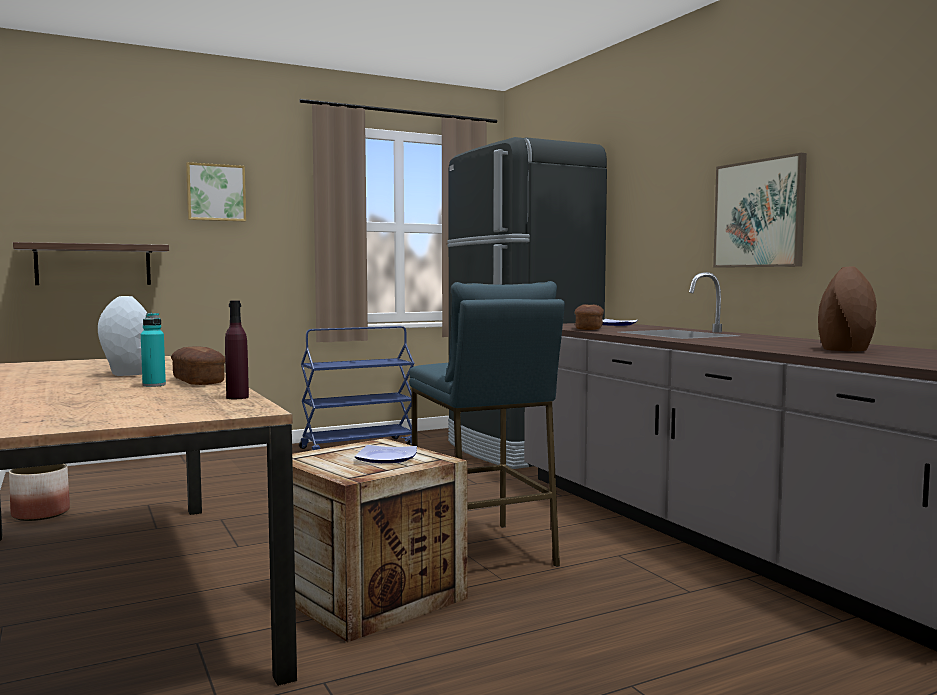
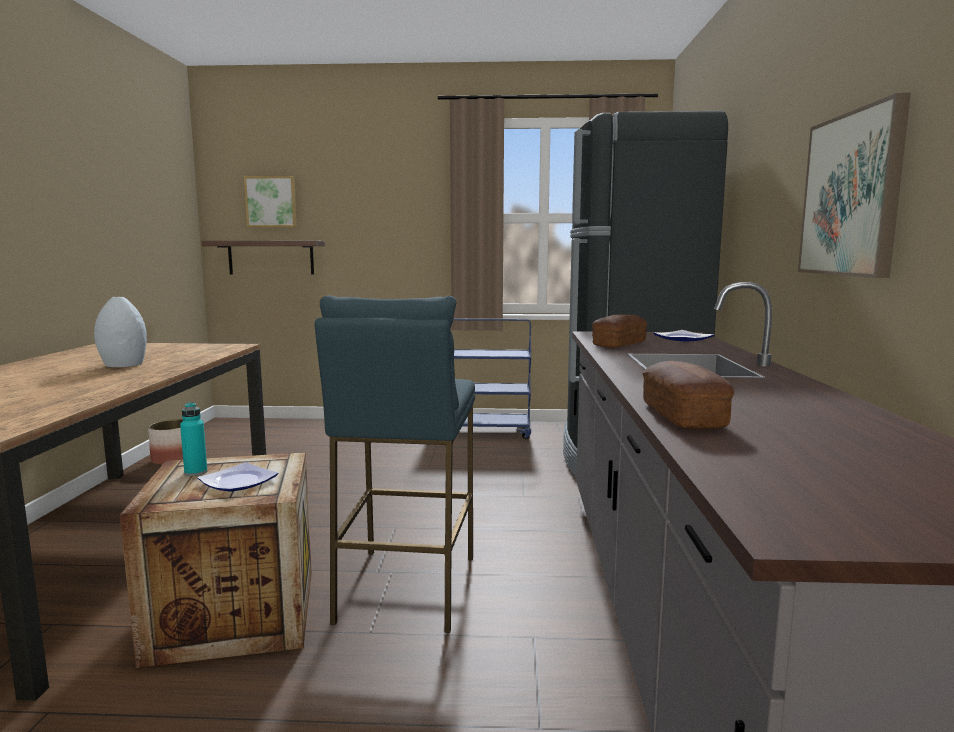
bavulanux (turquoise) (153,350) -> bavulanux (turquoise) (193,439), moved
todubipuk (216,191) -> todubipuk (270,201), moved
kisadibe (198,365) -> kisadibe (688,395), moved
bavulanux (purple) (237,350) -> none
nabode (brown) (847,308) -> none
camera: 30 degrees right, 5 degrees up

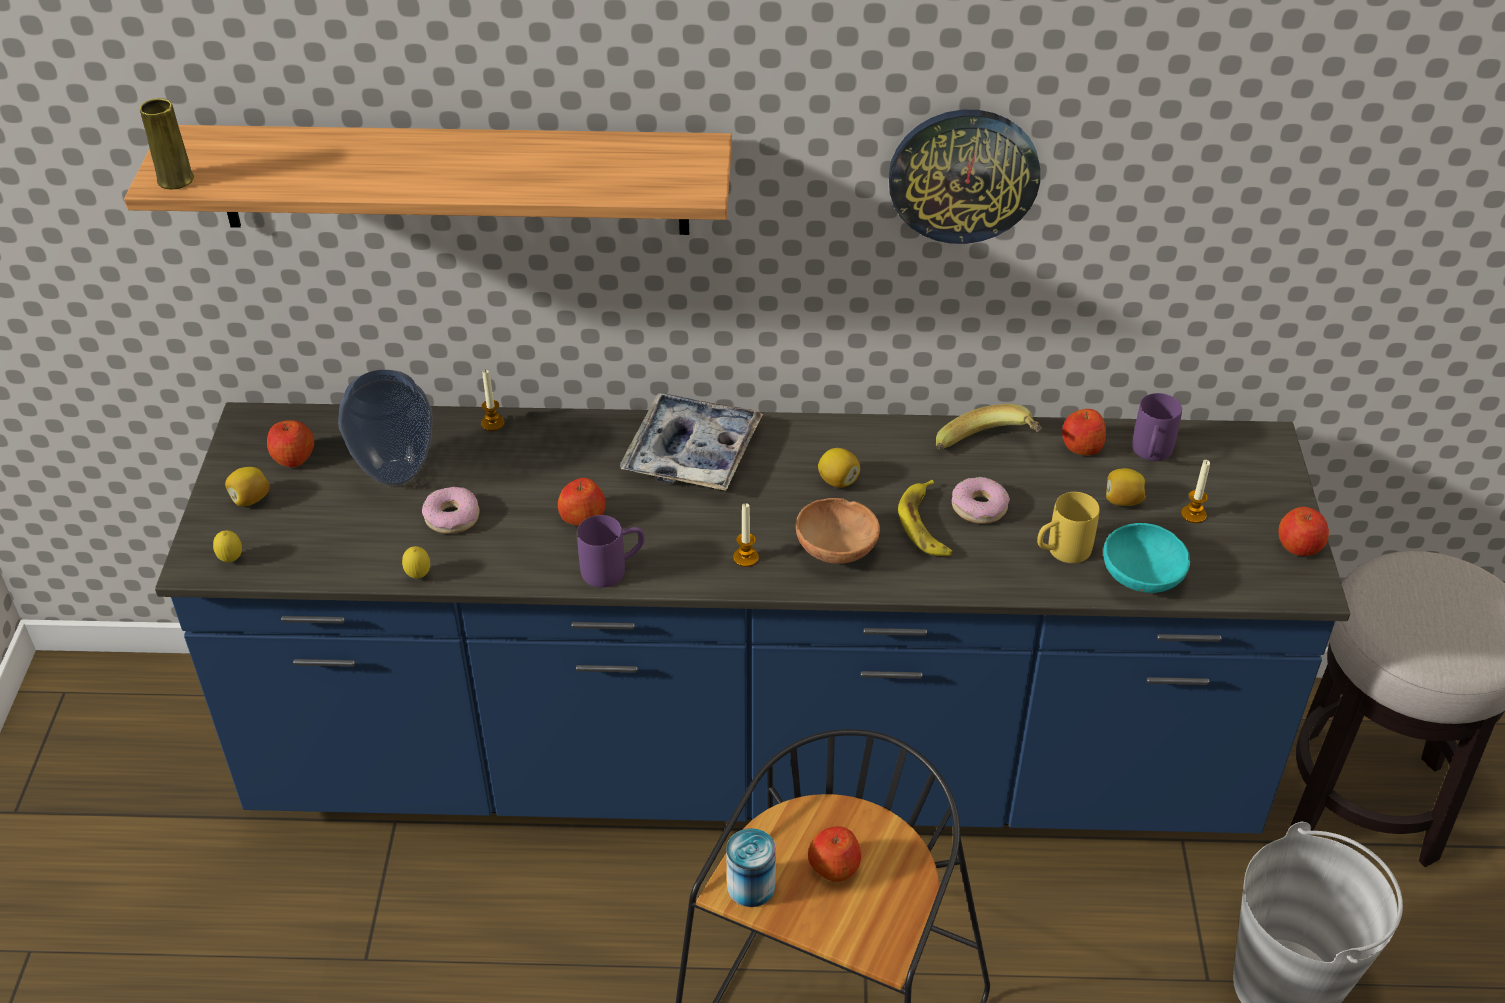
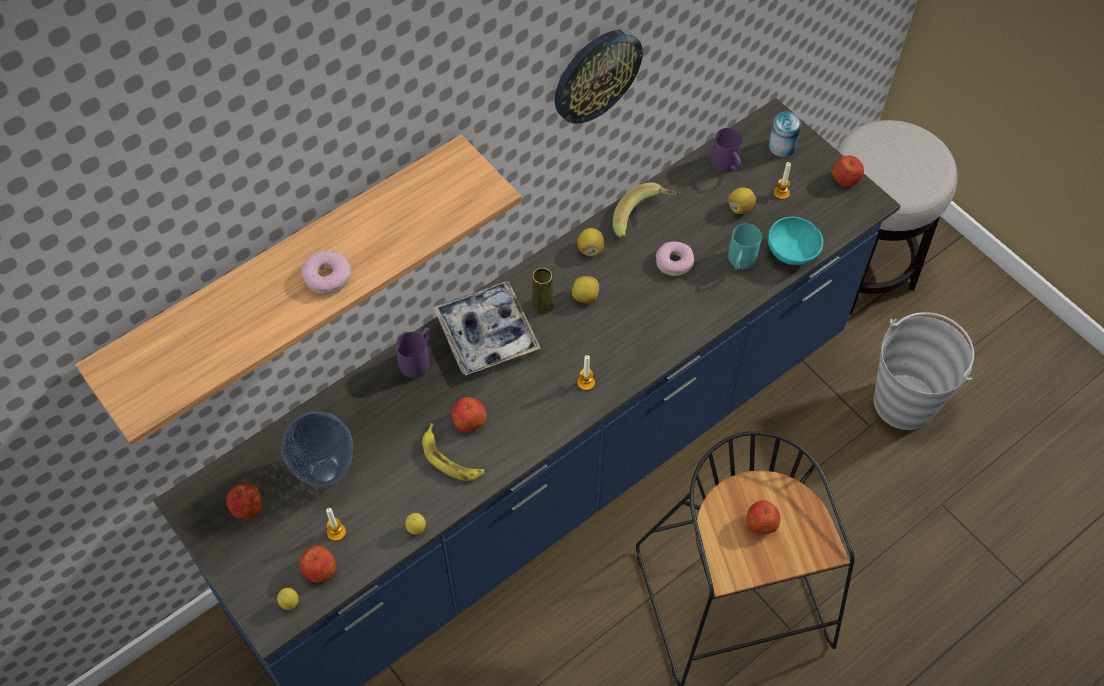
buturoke (1084,432) -> buturoke (318,564), moved
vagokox (451,510) -> vagokox (326,272), moved
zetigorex (493,400) -> zetigorex (336,524), moved
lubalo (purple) (610,551) -> lubalo (purple) (413,352), moved
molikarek (925,518) -> molikarek (453,452), moved
nabode (yellow) (167,143) -> nabode (yellow) (543,291), moved
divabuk (247,486) -> divabuk (590,242), moved
lubalo (yellow) (1068,527) -> lubalo (turquoise) (745,246)
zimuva (751,867) -> zimuva (785,134), moved
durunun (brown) (838,531) -> none
camera: 40 degrees left, 15 degrees up

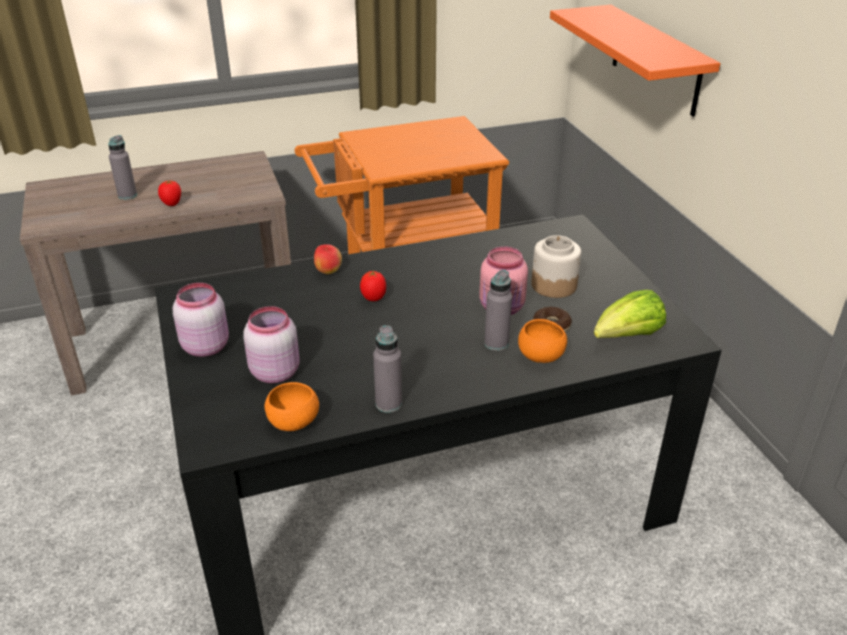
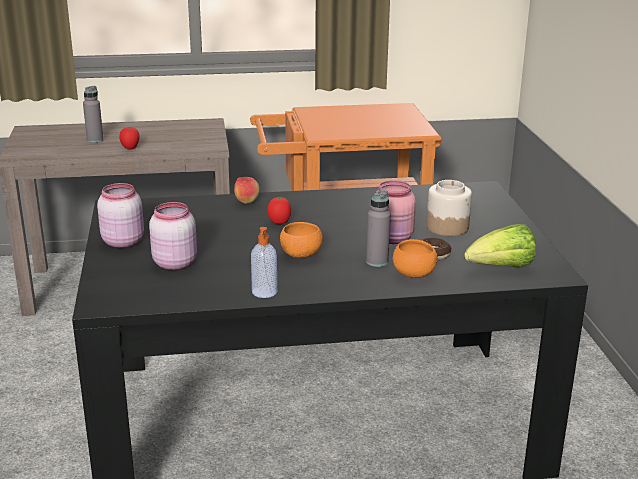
bavulanux (grey) (387,369) -> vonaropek (264,262)
durunun (orange) (292,406) -> durunun (orange) (301,240), moved
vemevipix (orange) (635,61) -> none
camera: 10 degrees right, 10 degrees down

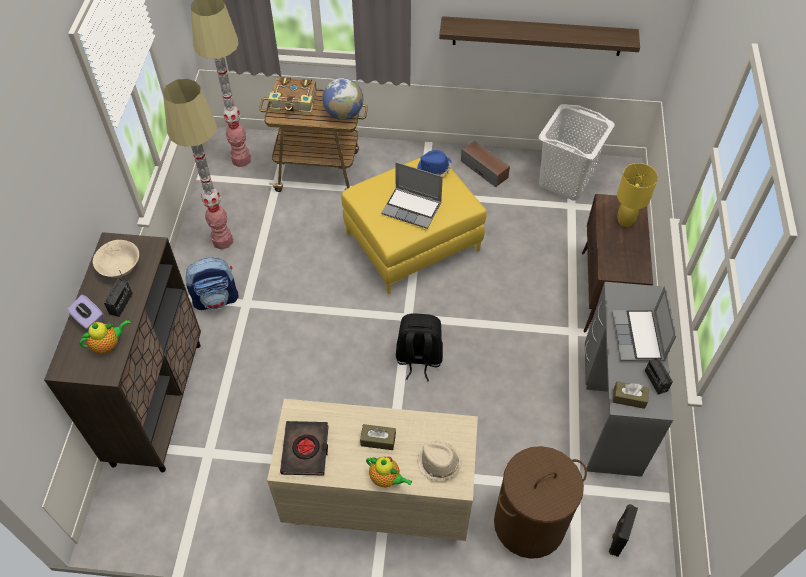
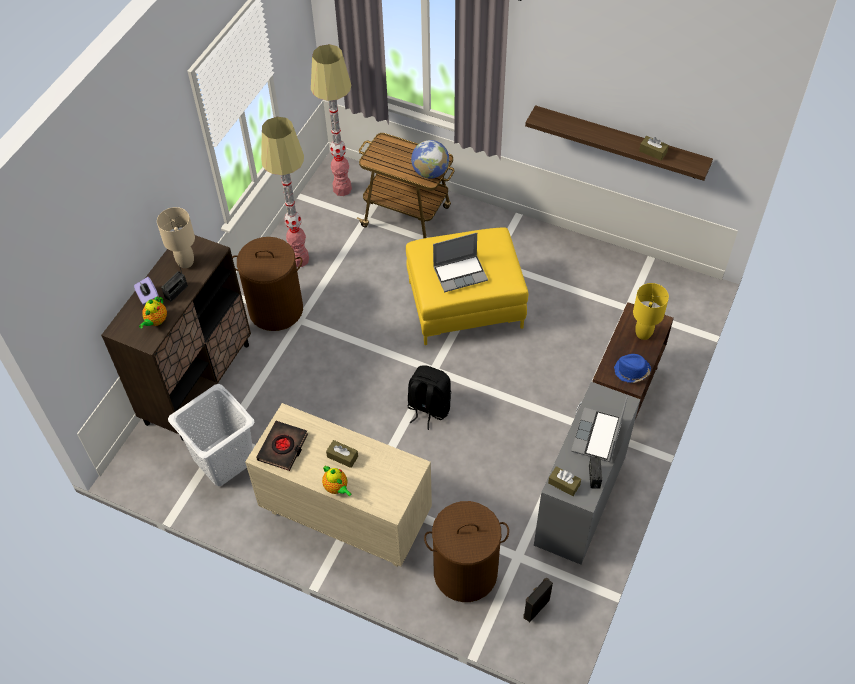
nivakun (105,337) -> nivakun (153,313), 120 degrees clockwise
durunun (beige) (116,259) -> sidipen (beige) (176,237)
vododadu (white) (577,152) -> vododadu (white) (211,435), moved
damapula (212,283) -> vododadu (brown) (267,284)
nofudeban (412,195) -> nofudeban (460,262), 60 degrees counterclockwise
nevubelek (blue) (434,163) -> nevubelek (blue) (632,368), moved
none -> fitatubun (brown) (654,148)
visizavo (292,95) -> none
nevubelek (beige) (439,461) -> none
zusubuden (485,164) -> none
camera: 20 degrees right, 0 degrees up

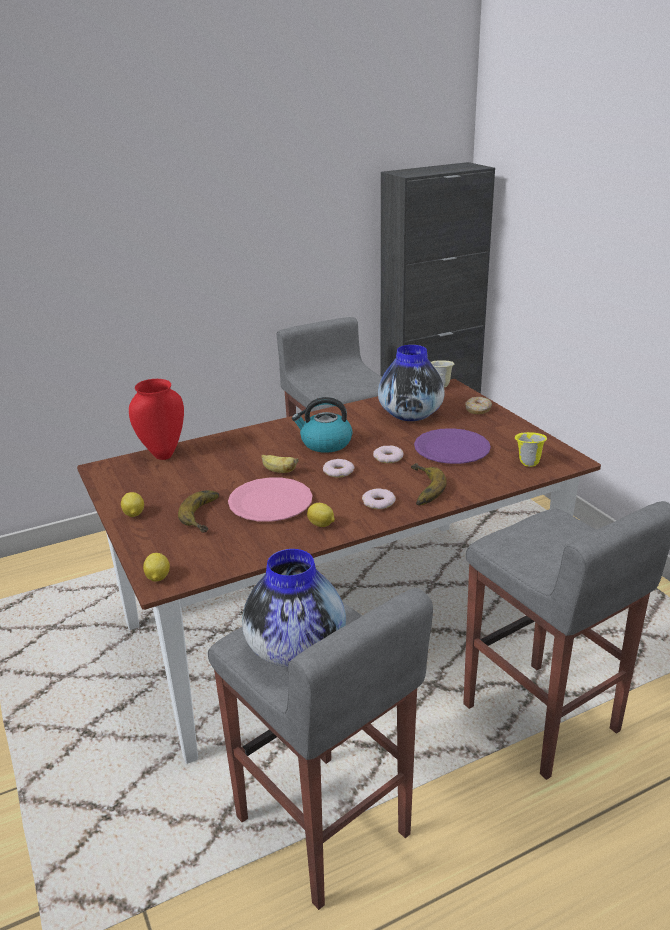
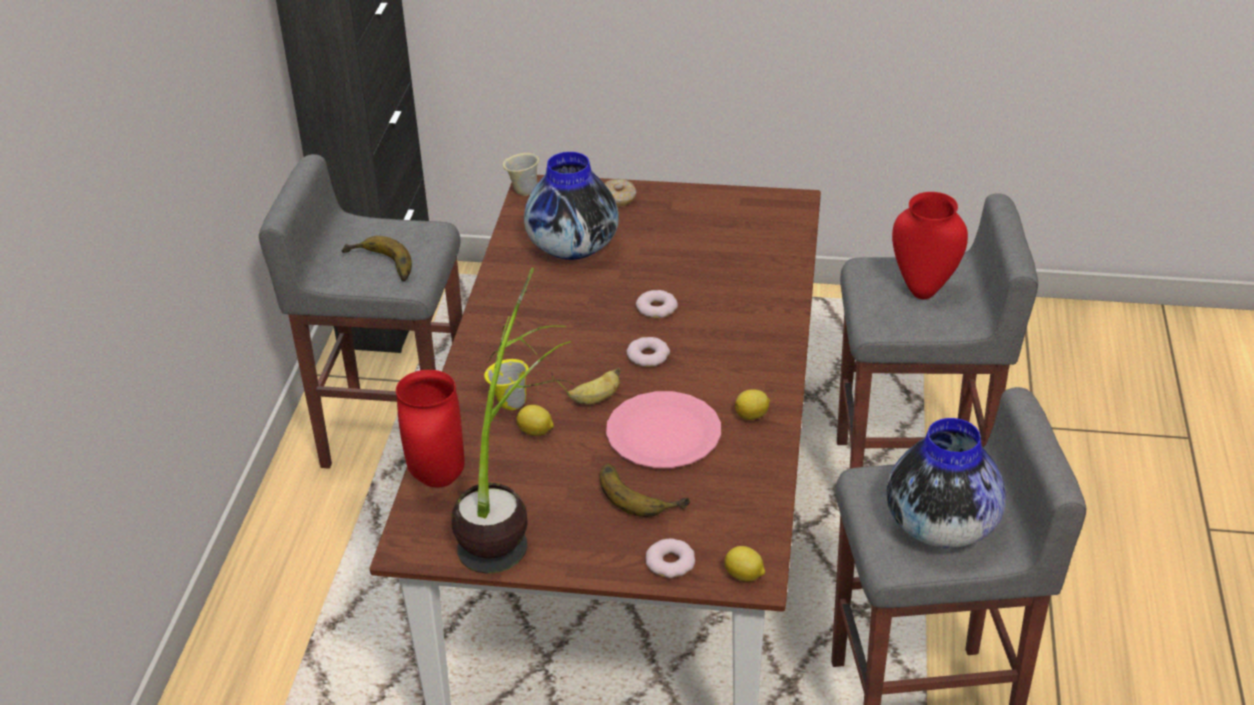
molikarek (429,484) -> molikarek (377,258), moved
none -> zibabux (512,420)
lubalo (yellow) (531,449) -> lubalo (yellow) (506,384), moved
divabuk (132,504) -> divabuk (535,420), moved
vagokox (379,498) -> vagokox (670,558), moved
none -> nabode (red) (930,245)
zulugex (322,425) -> none
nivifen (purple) (452,446) -> none
camera: 55 degrees left, 10 degrees up

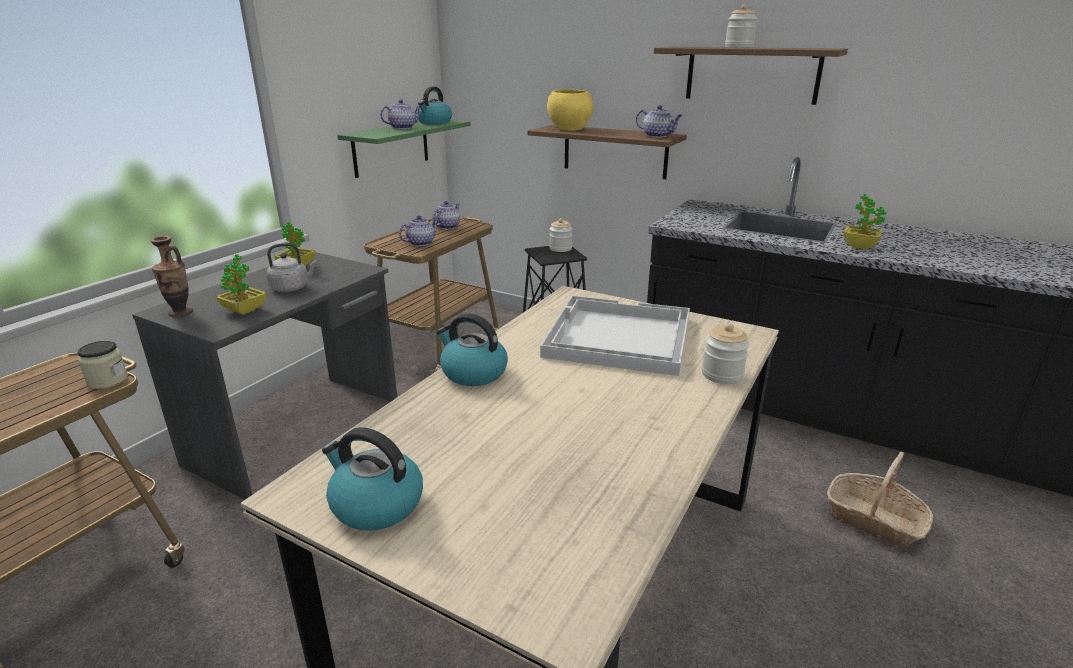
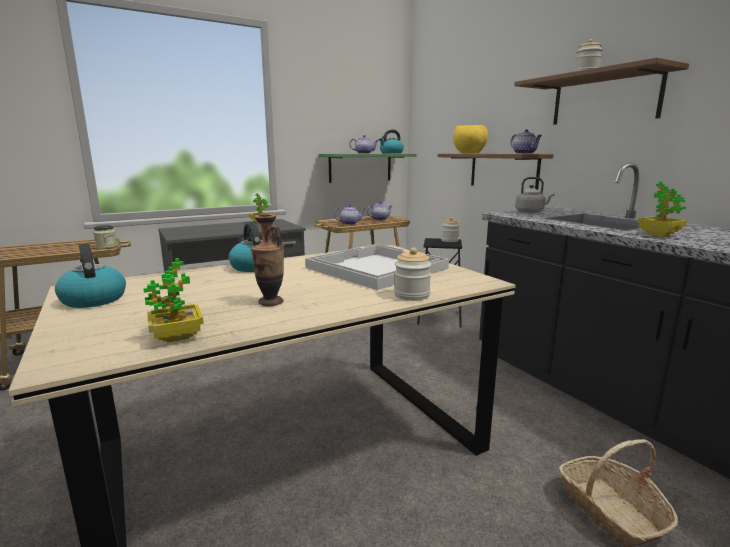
zibabux (242,284) -> zibabux (173,300), moved
nabode (171,277) -> nabode (267,260), moved
zulugex (grey) (292,267) -> zulugex (grey) (535,195), moved
camera: 30 degrees right, 10 degrees down

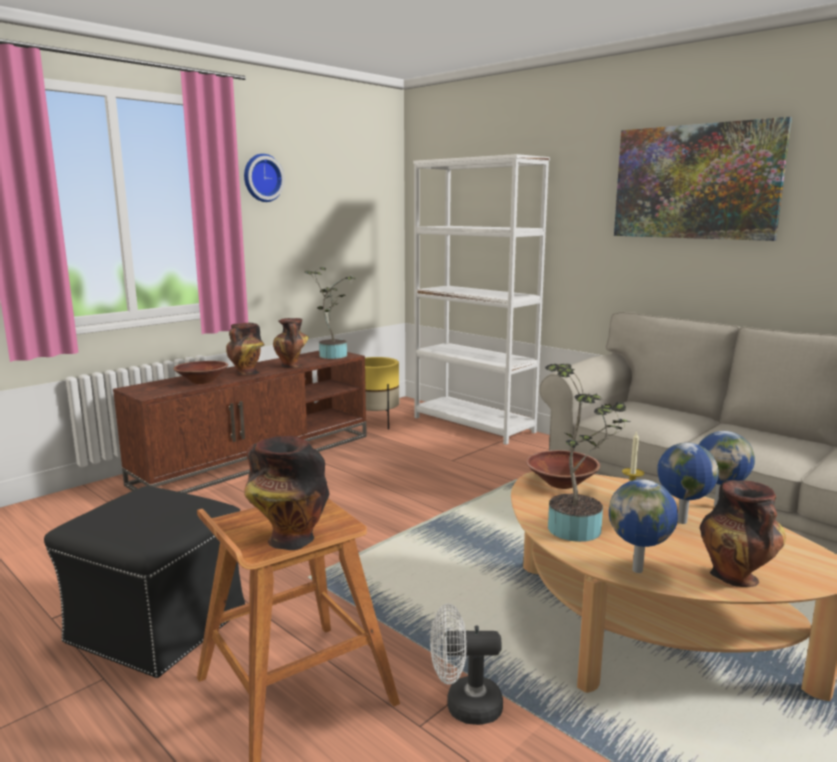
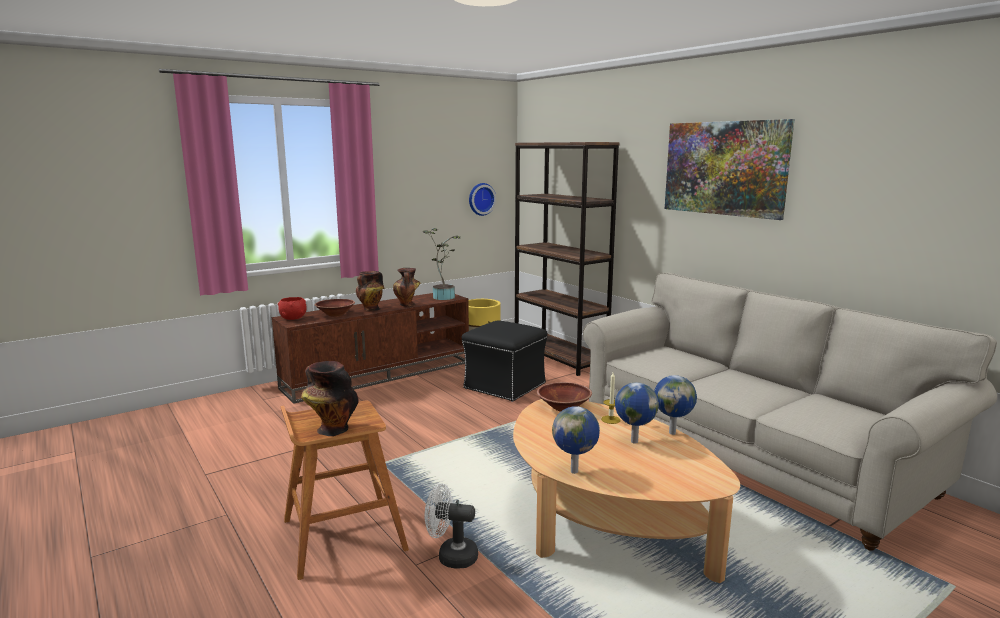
none -> durunun (red) (292,308)
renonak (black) (144,582) -> renonak (black) (505,361), moved
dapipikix (264,178) -> dapipikix (482,199), moved
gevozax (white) (481,299) -> gevozax (brown) (567,259)
zibabux (588,452) -> none
nabode (743,533) -> none
camera: 10 degrees right, 0 degrees up

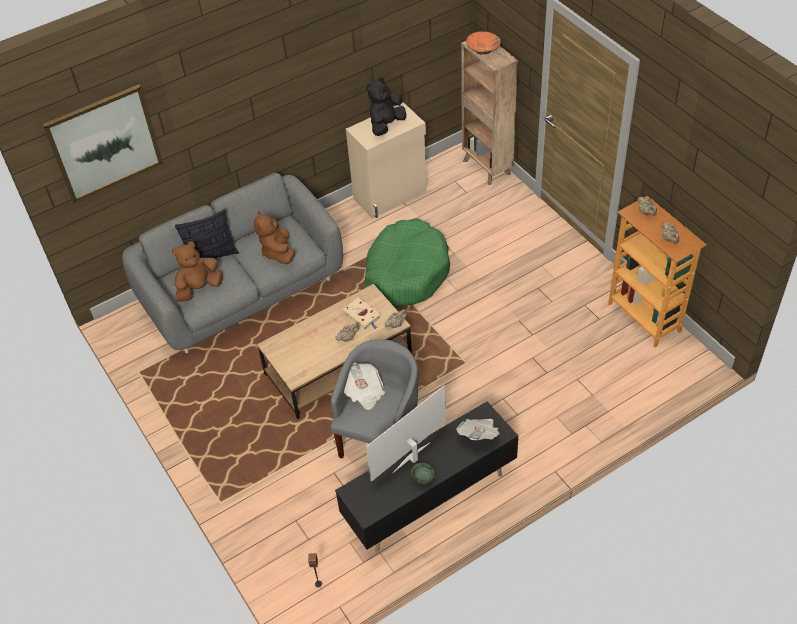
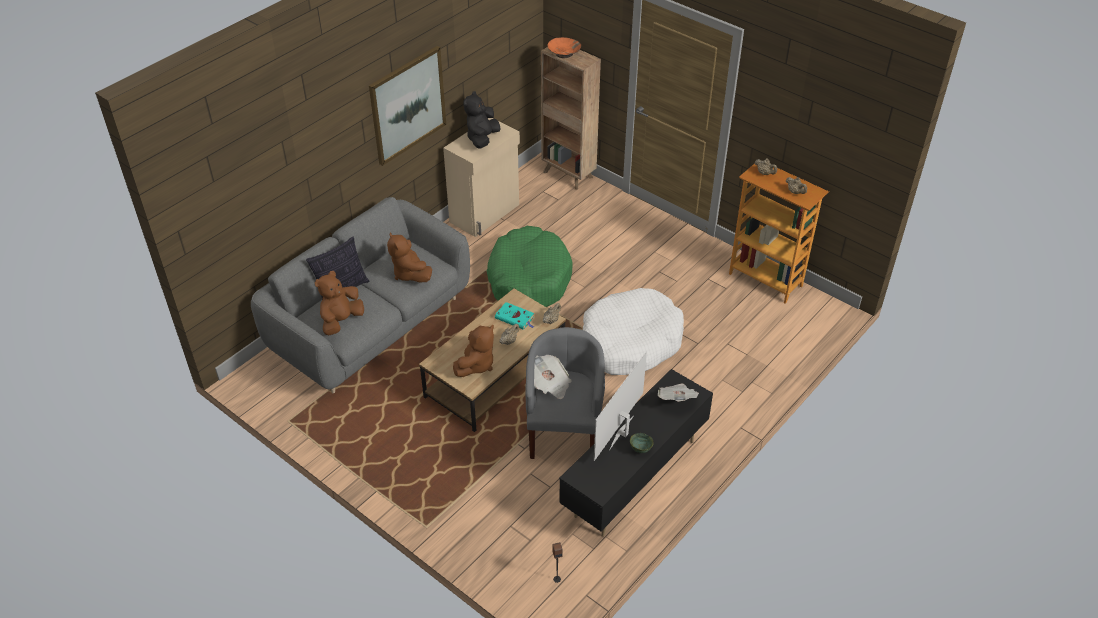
todubipuk (103,143) -> todubipuk (407,106), moved
none -> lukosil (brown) (473,351)
visizavo (beige) (362,313) -> visizavo (turquoise) (514,316)
none -> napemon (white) (633,331)
camera: 20 degrees left, 5 degrees down

